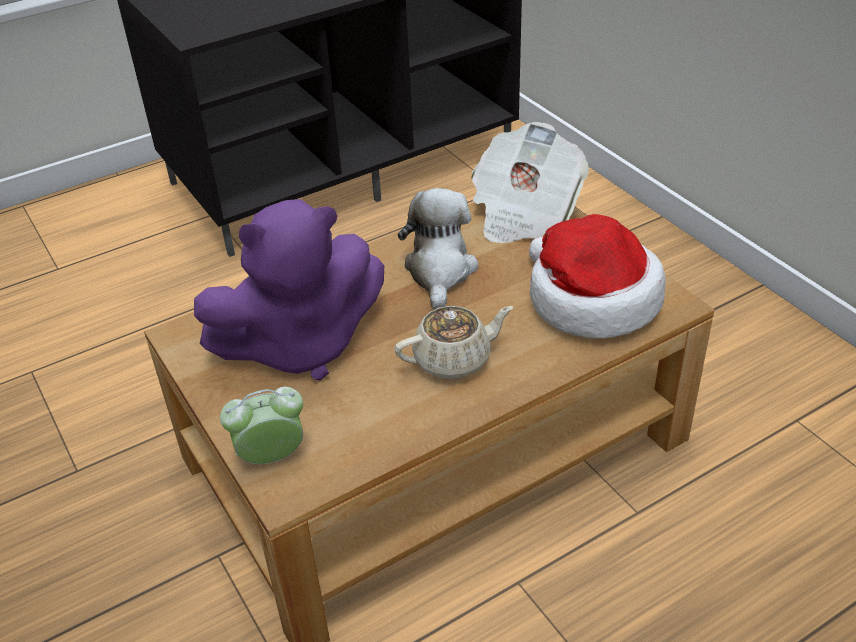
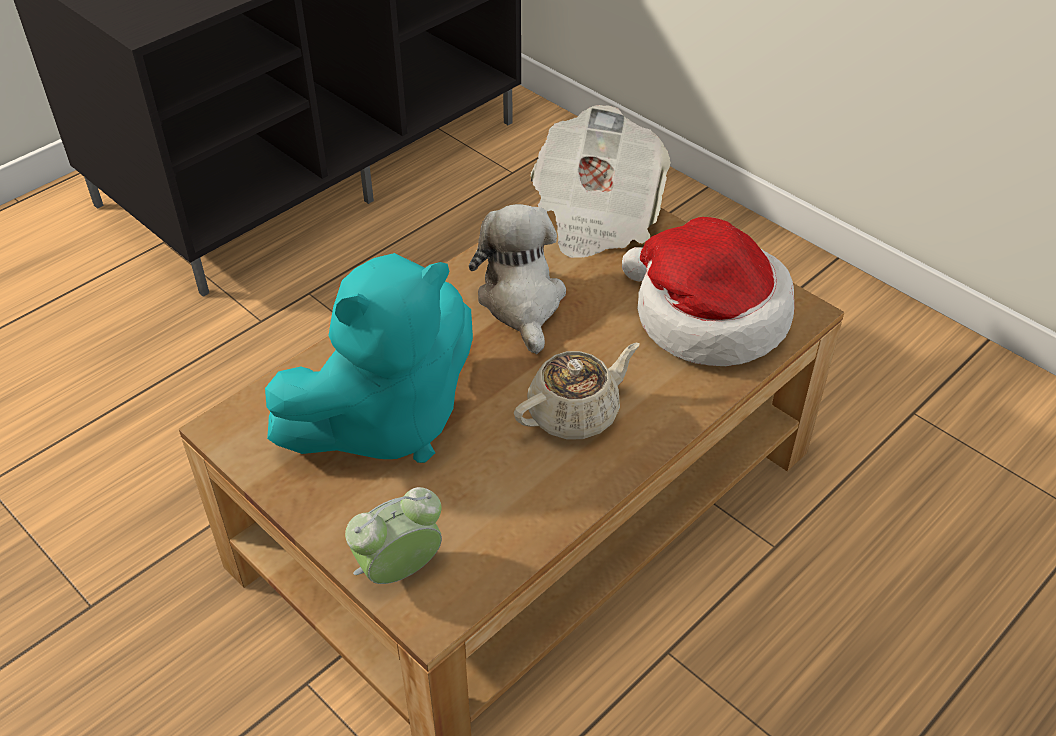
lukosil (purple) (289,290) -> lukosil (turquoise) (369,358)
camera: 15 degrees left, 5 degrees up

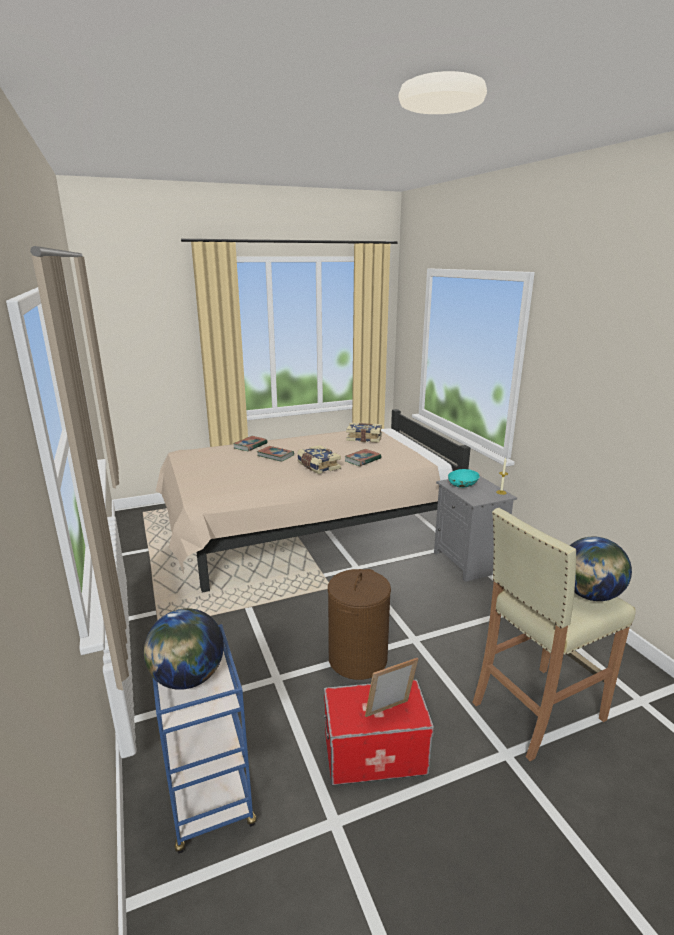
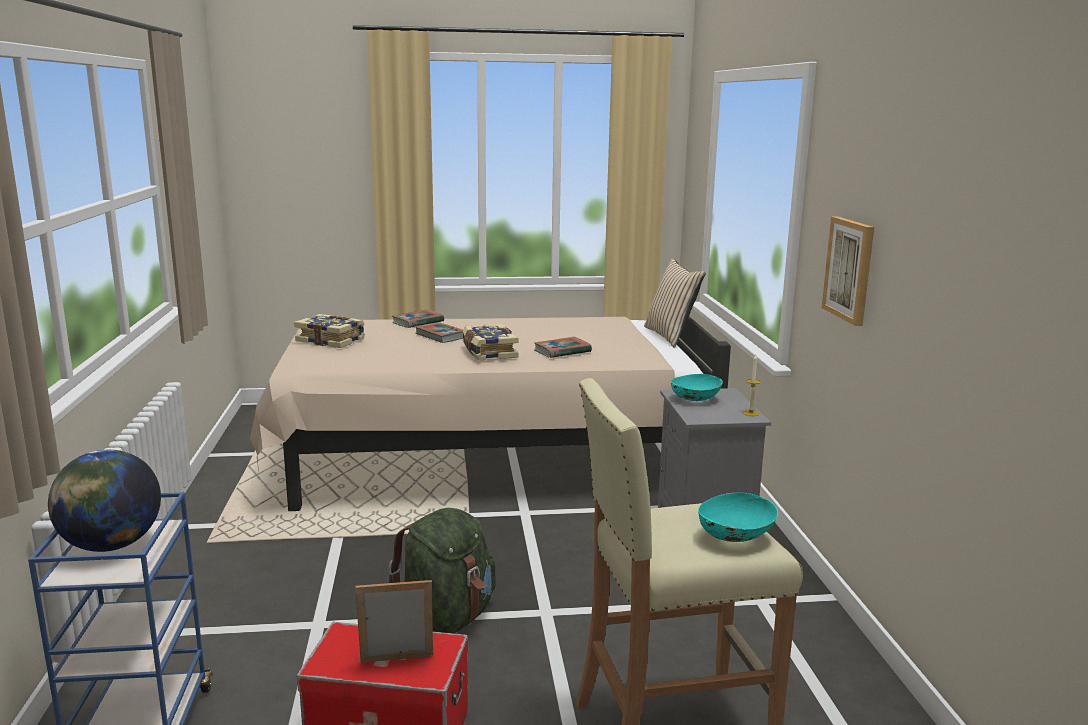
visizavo (364,433) -> visizavo (329,331), moved
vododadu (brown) (359,624) -> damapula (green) (442,570)
none -> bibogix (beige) (675,303)
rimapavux (601,568) -> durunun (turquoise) (738,517)
none -> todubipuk (848,271)
camera: 15 degrees right, 5 degrees down

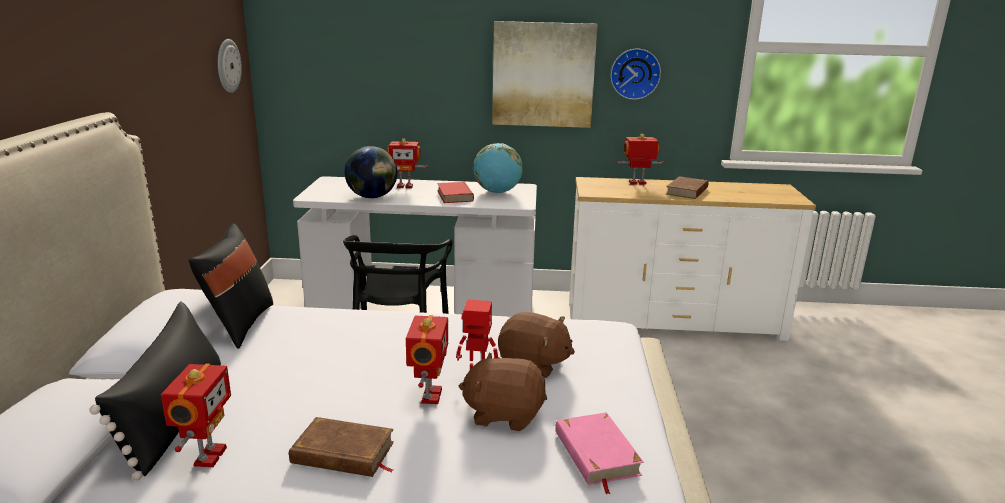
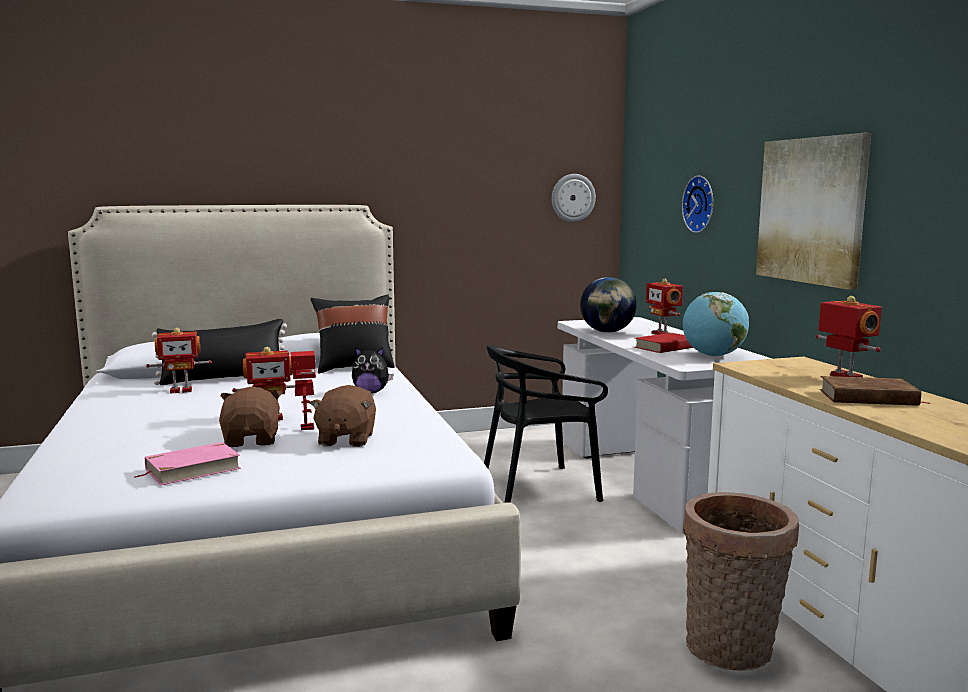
none -> lukosil (373,370)
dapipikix (635,74) -> dapipikix (697,204), moved
none -> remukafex (741,581)
visizavo (brown) (341,447) -> none
camera: 70 degrees right, 10 degrees down

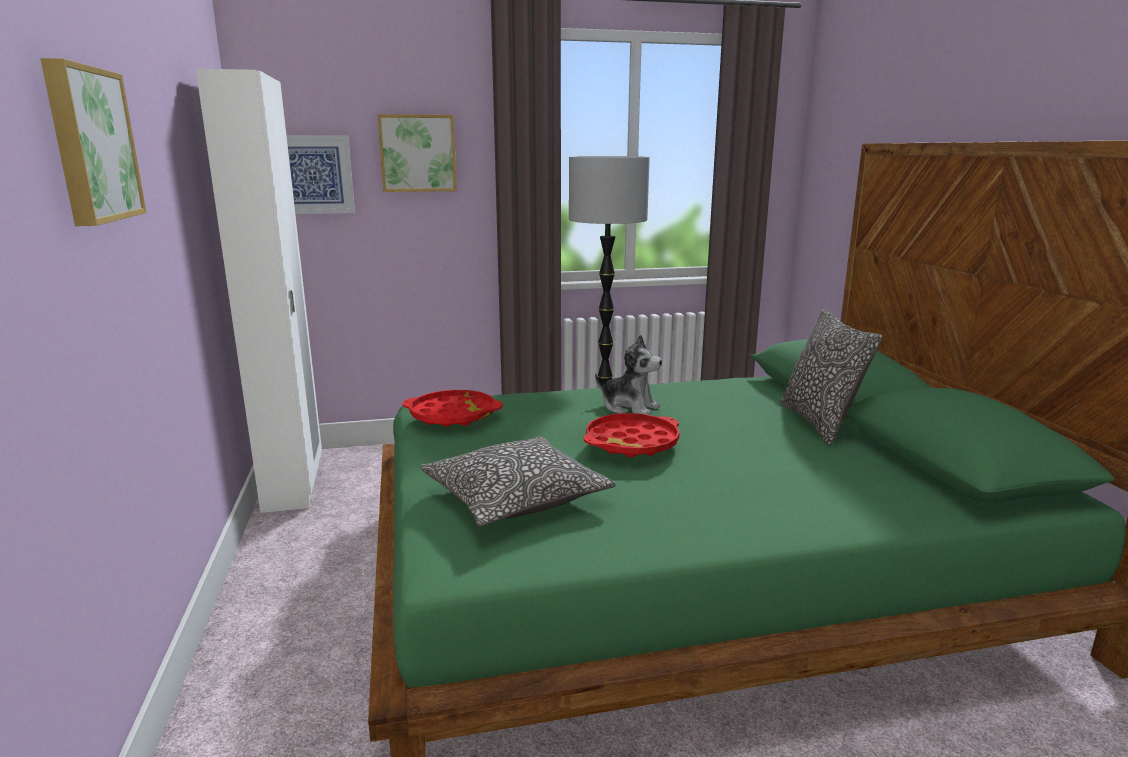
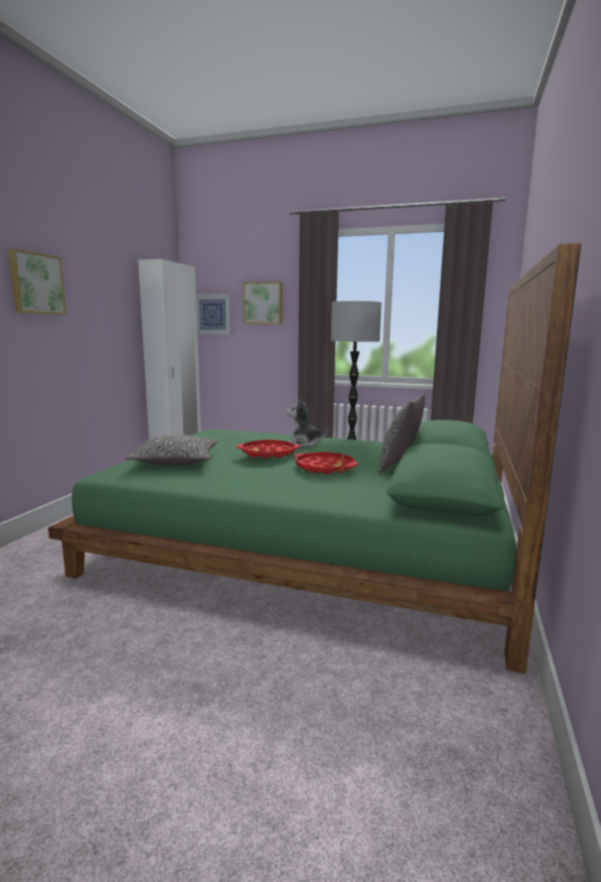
lukosil (628,375) -> lukosil (307,423), 135 degrees clockwise
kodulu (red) (453,408) -> kodulu (red) (326,463), moved
camera: 30 degrees right, 5 degrees down

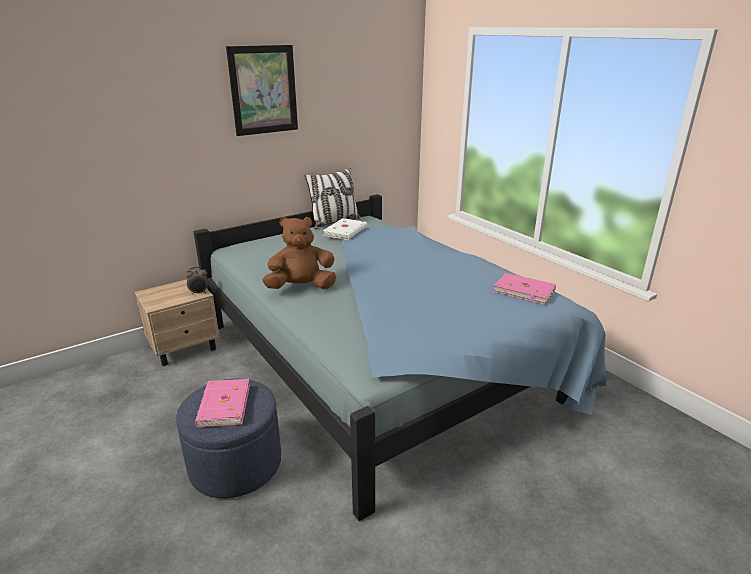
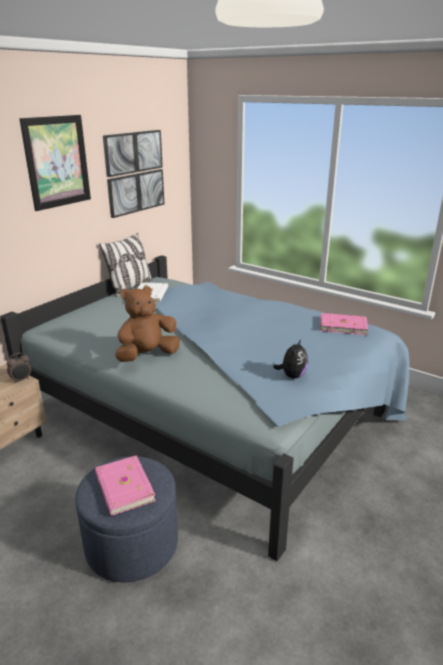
none -> todubipuk (133,174)
none -> lukosil (290,359)
camera: 20 degrees left, 0 degrees up

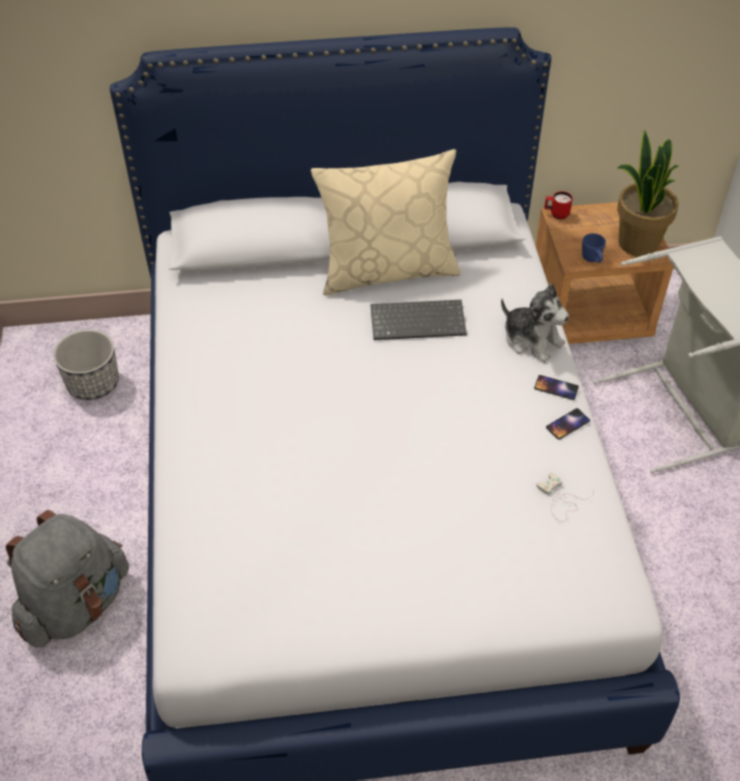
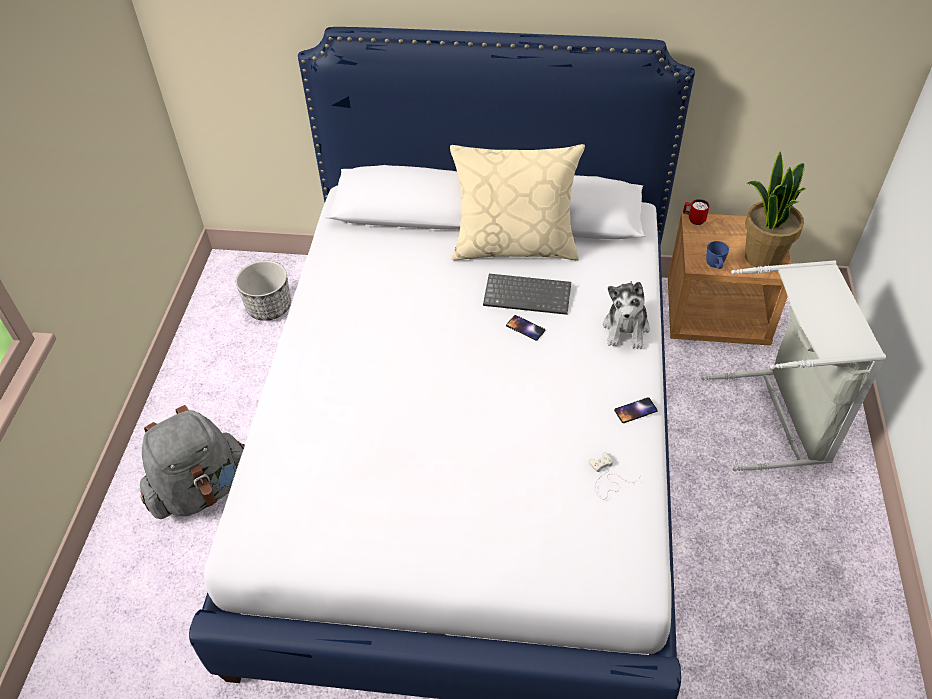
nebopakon (556,387) -> nebopakon (525,328), moved
lukosil (535,323) -> lukosil (626,315), 45 degrees clockwise
camera: 15 degrees right, 0 degrees up

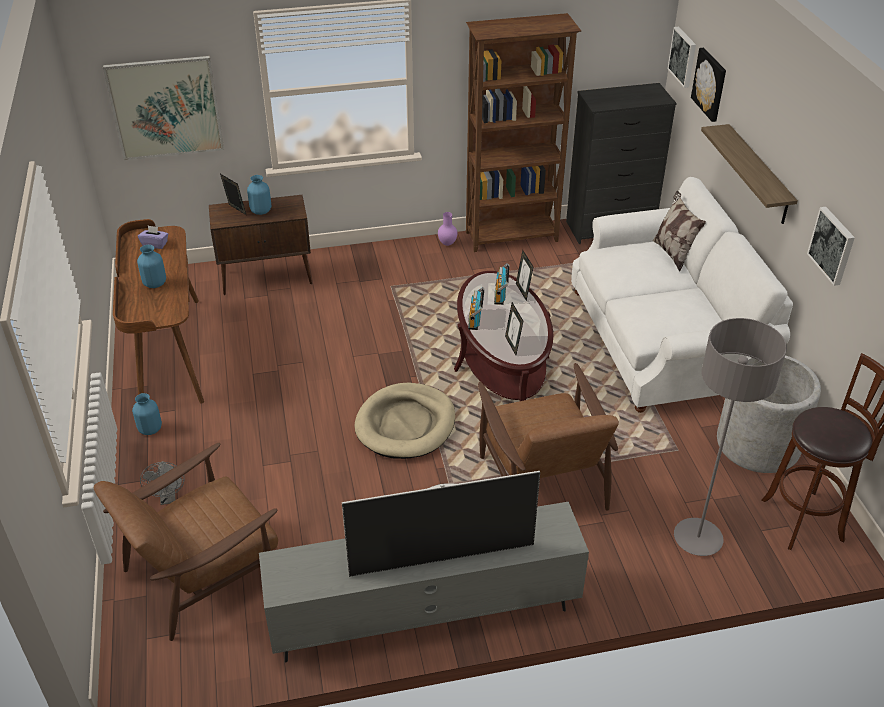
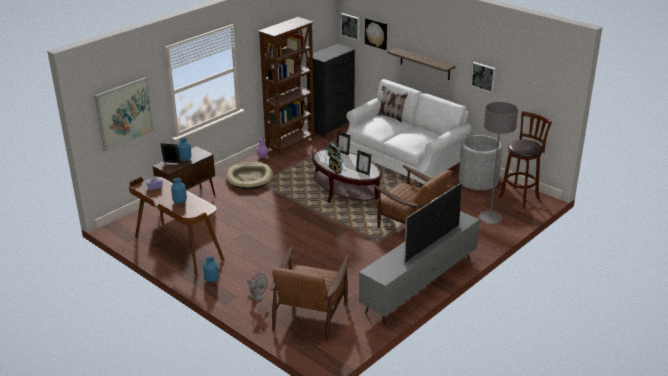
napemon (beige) (405,420) -> napemon (beige) (249,175), moved
camera: 35 degrees left, 10 degrees down

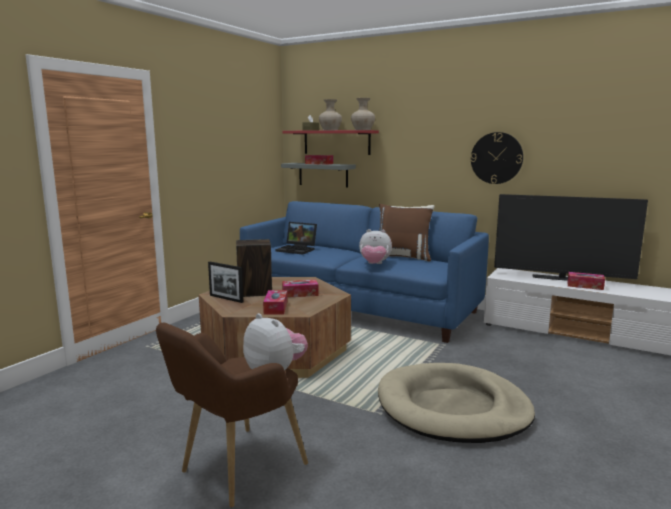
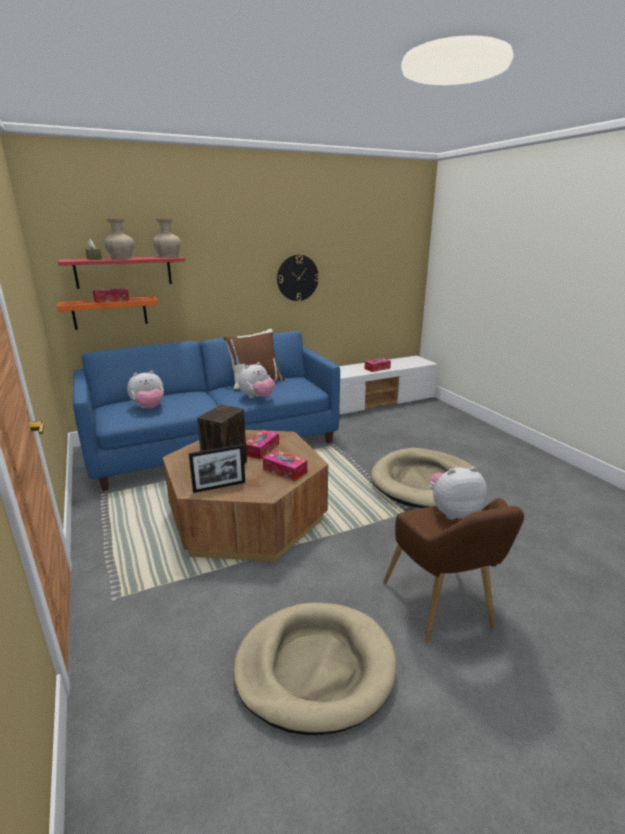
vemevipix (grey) (318,175) -> vemevipix (orange) (108,313)
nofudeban (296,238) -> lukosil (145,390)
none -> napemon (beige) (314,668)
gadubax (571,237) -> none
camera: 55 degrees left, 10 degrees up

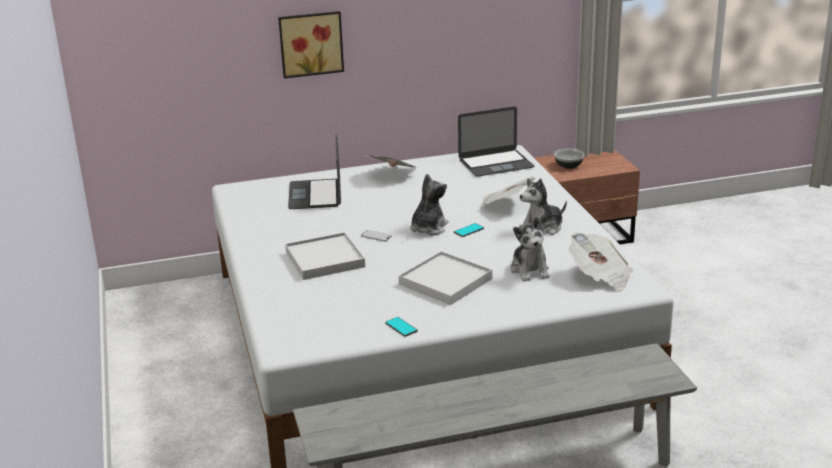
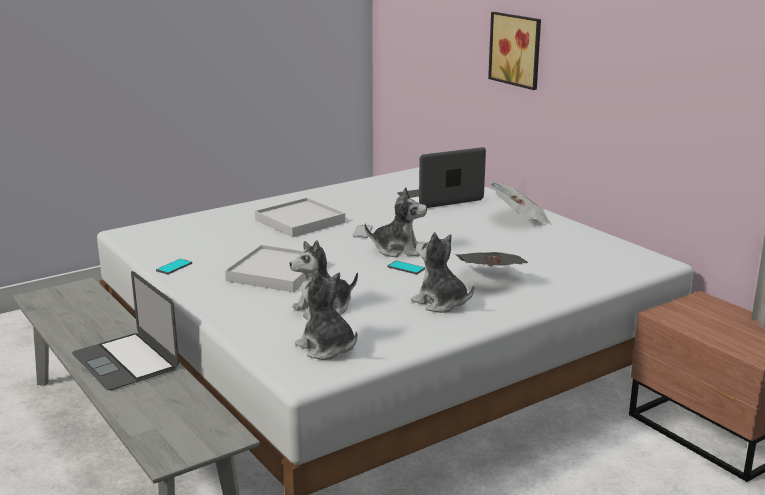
nofudeban (496,142) -> nofudeban (125,330), moved
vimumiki (600,261) -> lukosil (326,315)
durunun (569,158) -> none
camera: 70 degrees right, 5 degrees down

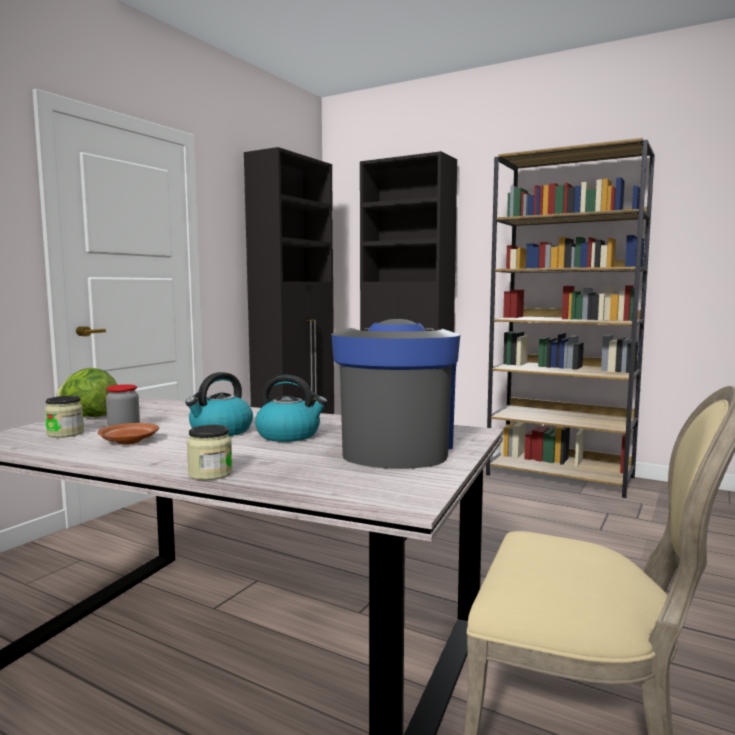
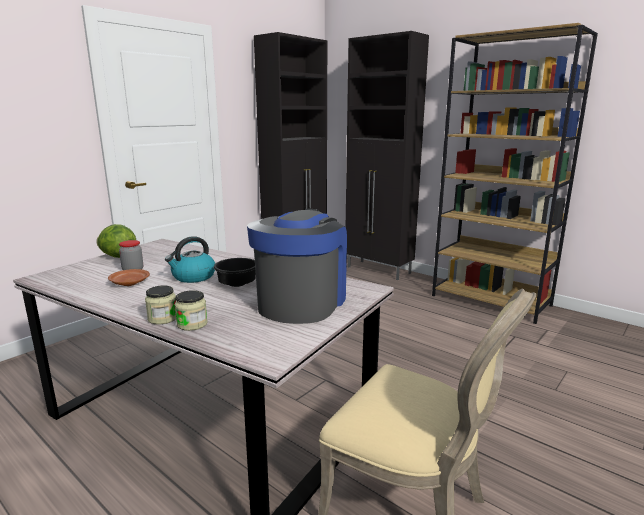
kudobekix (64,417) -> kudobekix (191,310), moved
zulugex (291,408) -> durunun (black) (235,272)
camera: 10 degrees right, 10 degrees up

